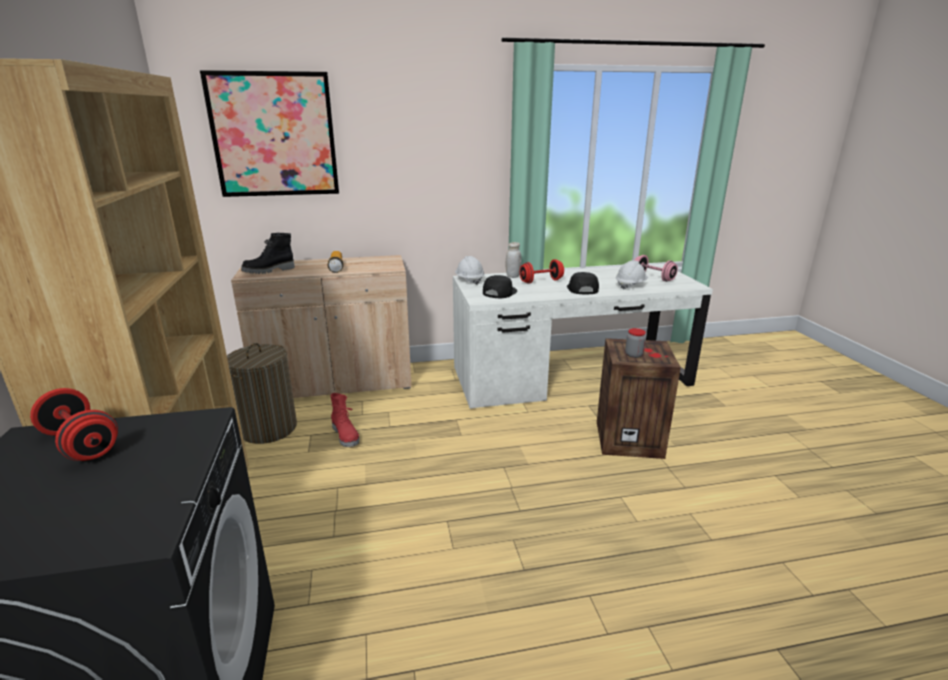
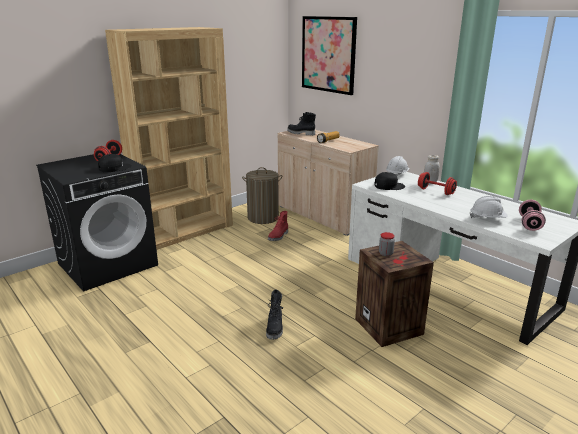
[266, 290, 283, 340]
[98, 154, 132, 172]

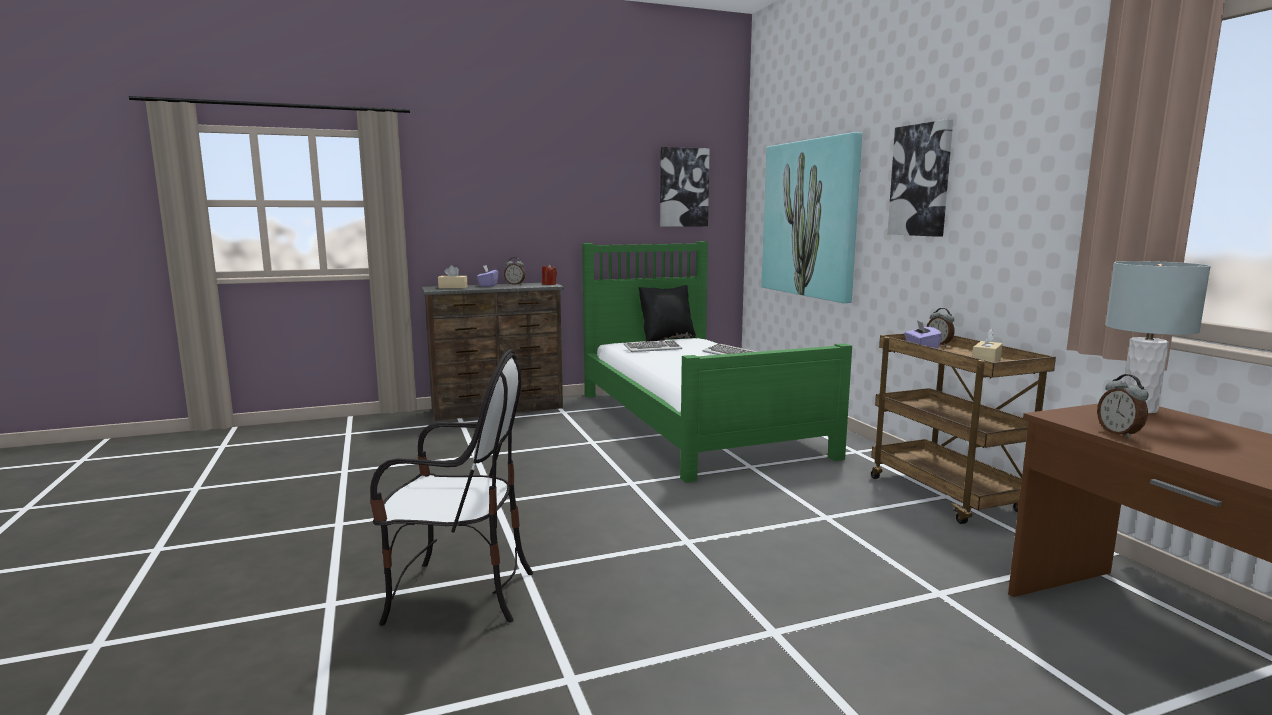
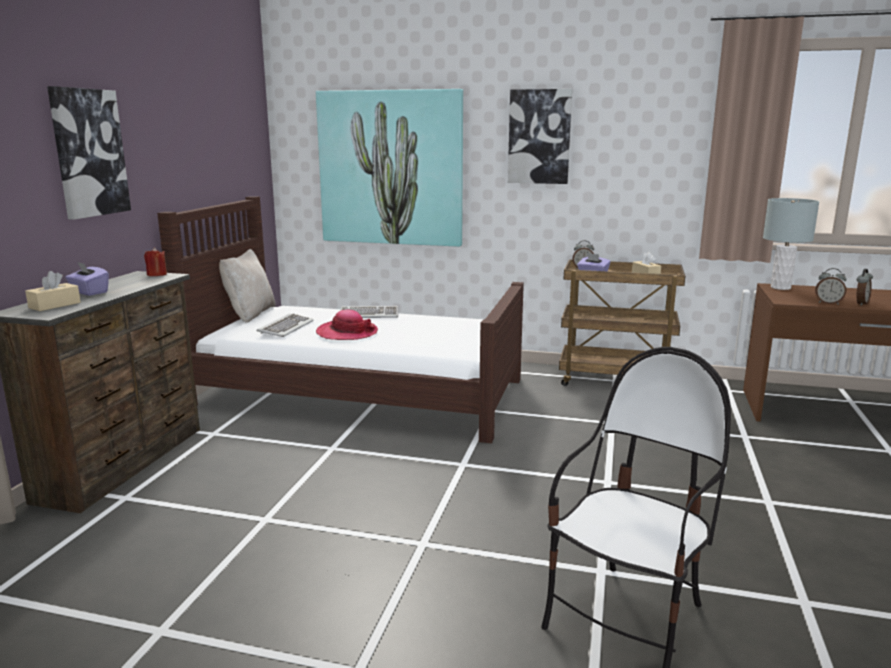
[316, 309, 378, 340]
[856, 269, 873, 306]
[47, 86, 131, 220]
[157, 196, 524, 444]
[219, 249, 276, 323]

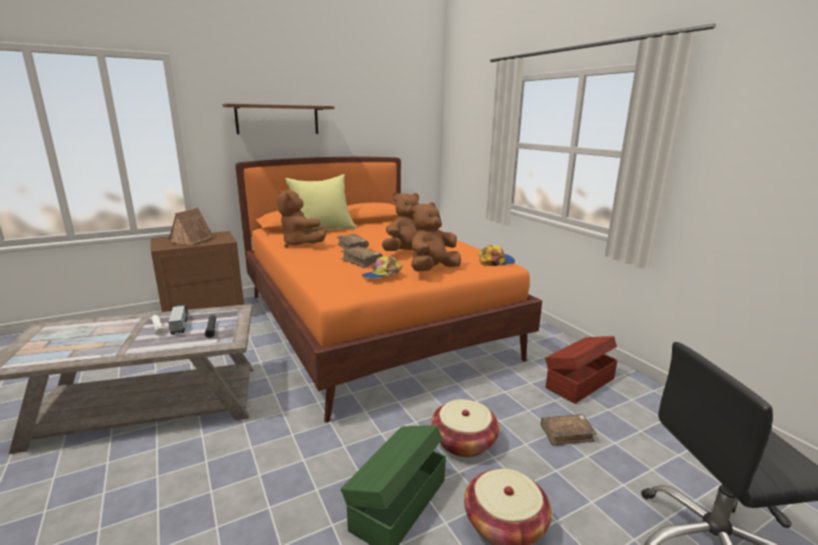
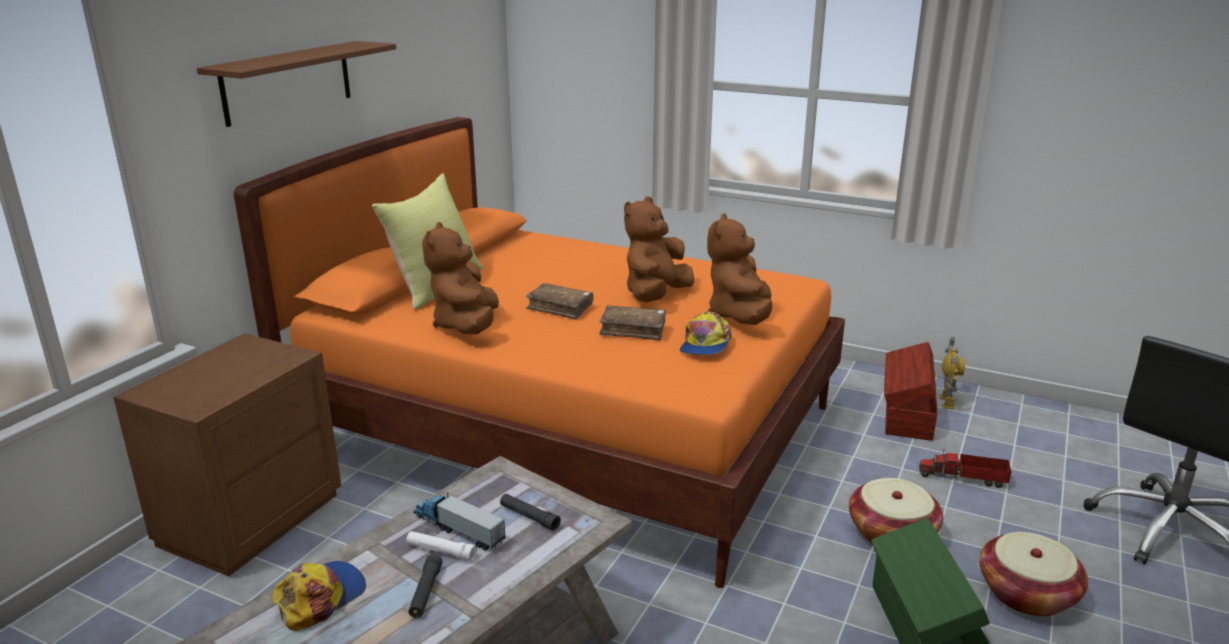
[169, 207, 215, 245] (first image)
[408, 554, 443, 618]
[939, 338, 965, 410]
[272, 561, 366, 631]
[919, 449, 1012, 488]
[422, 222, 499, 334]

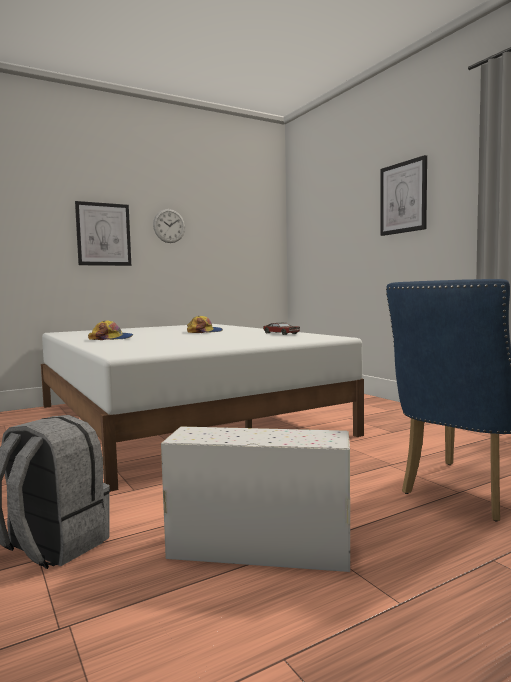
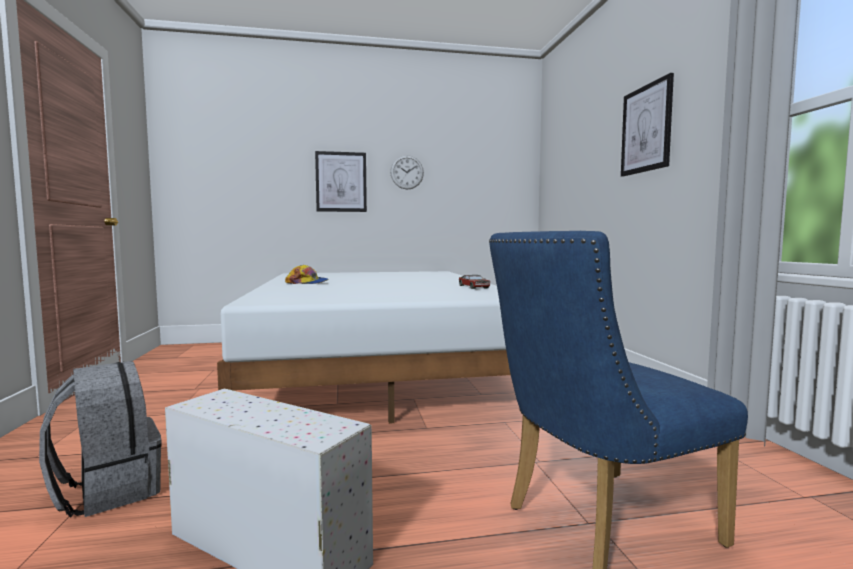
[187, 316, 223, 333] (first image)

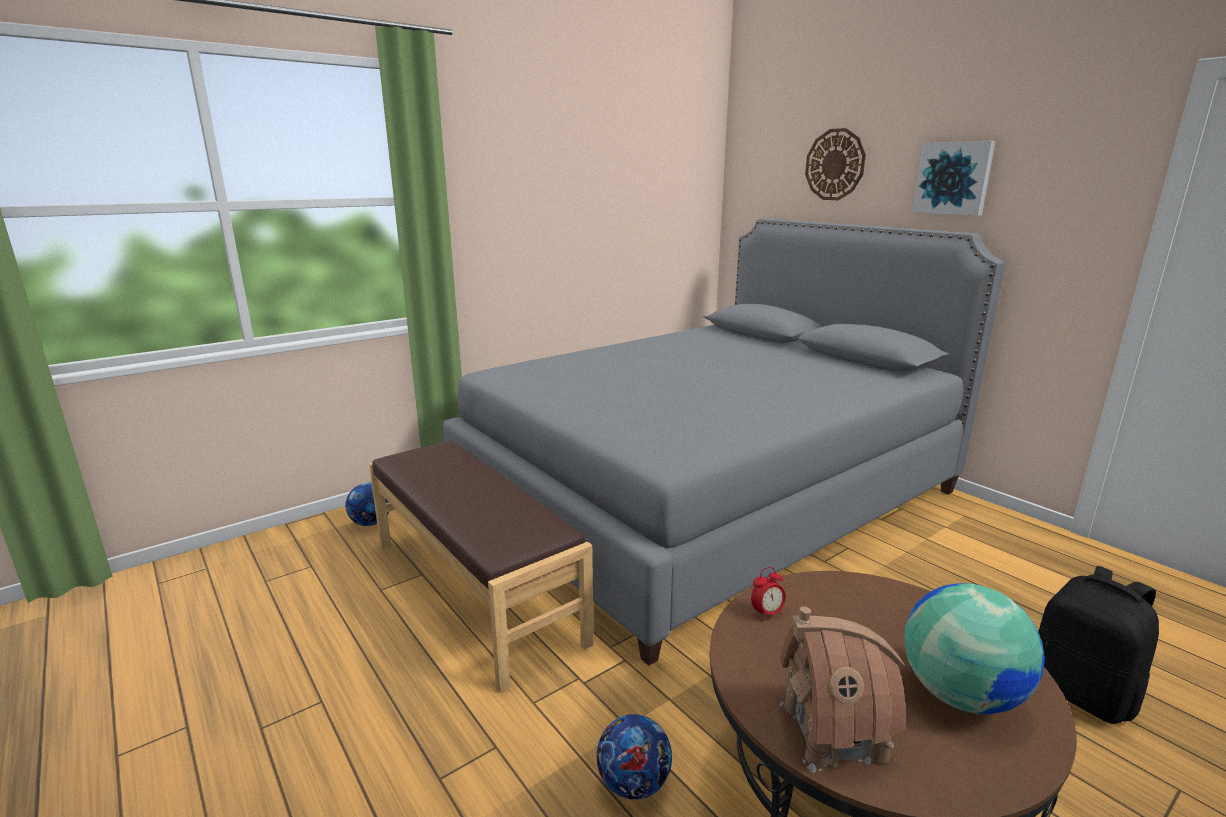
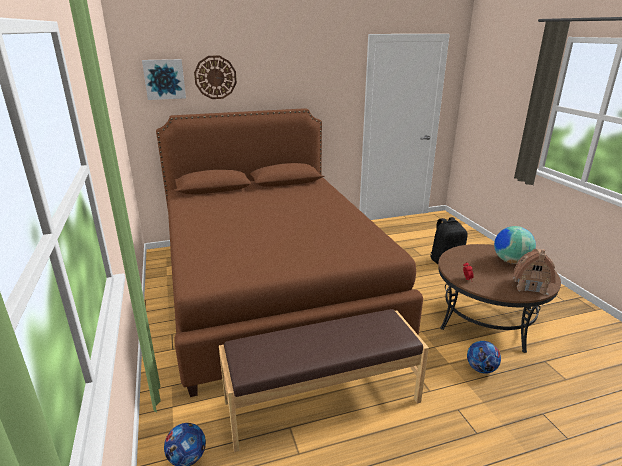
[142, 59, 186, 100]
[156, 108, 423, 397]

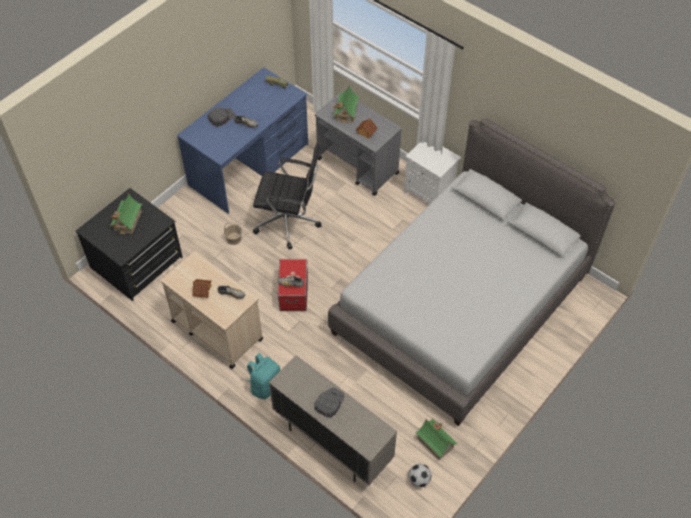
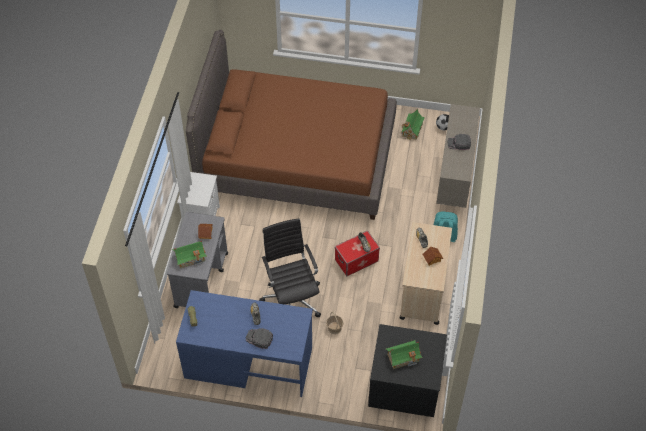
[186, 30, 397, 220]

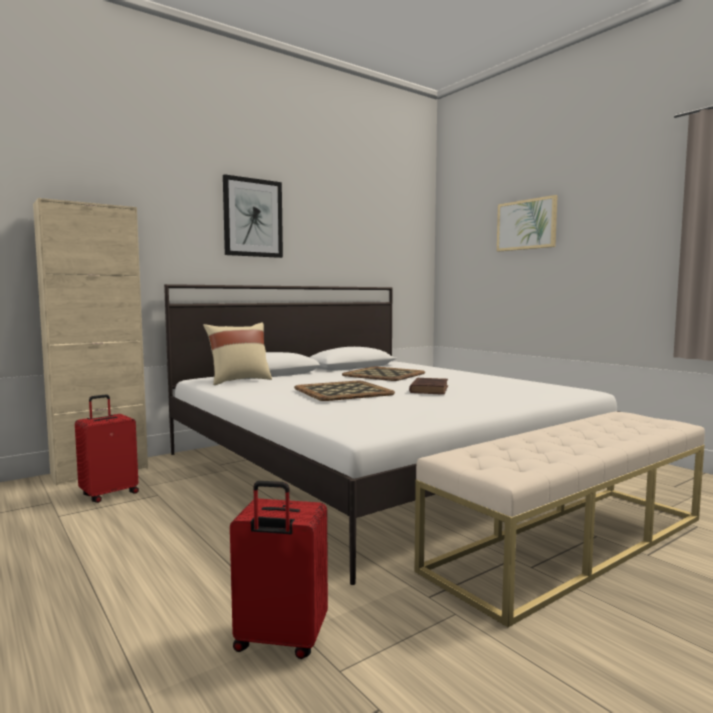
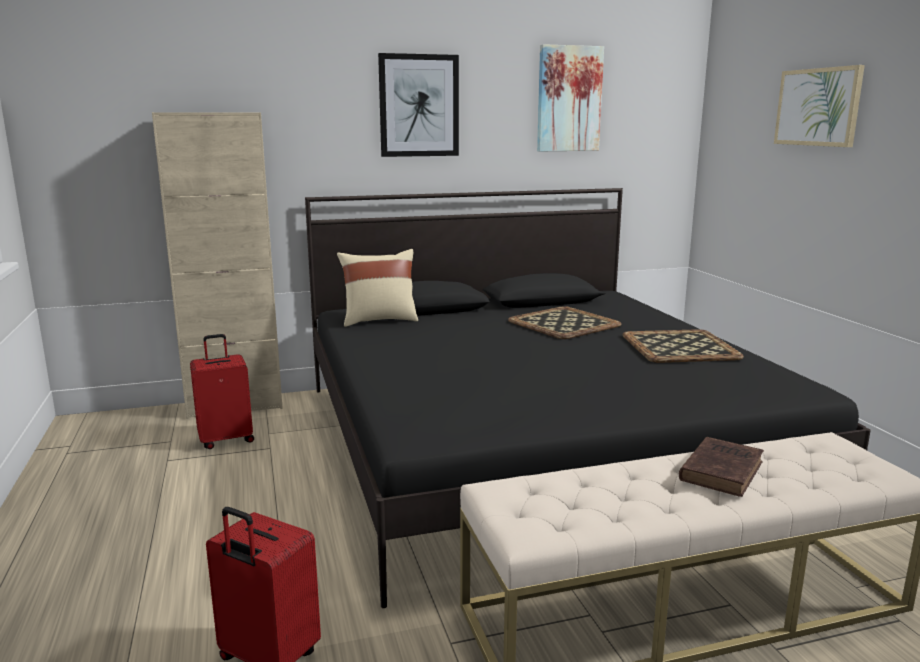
[537, 44, 604, 152]
[622, 329, 744, 363]
[679, 437, 764, 497]
[305, 188, 871, 608]

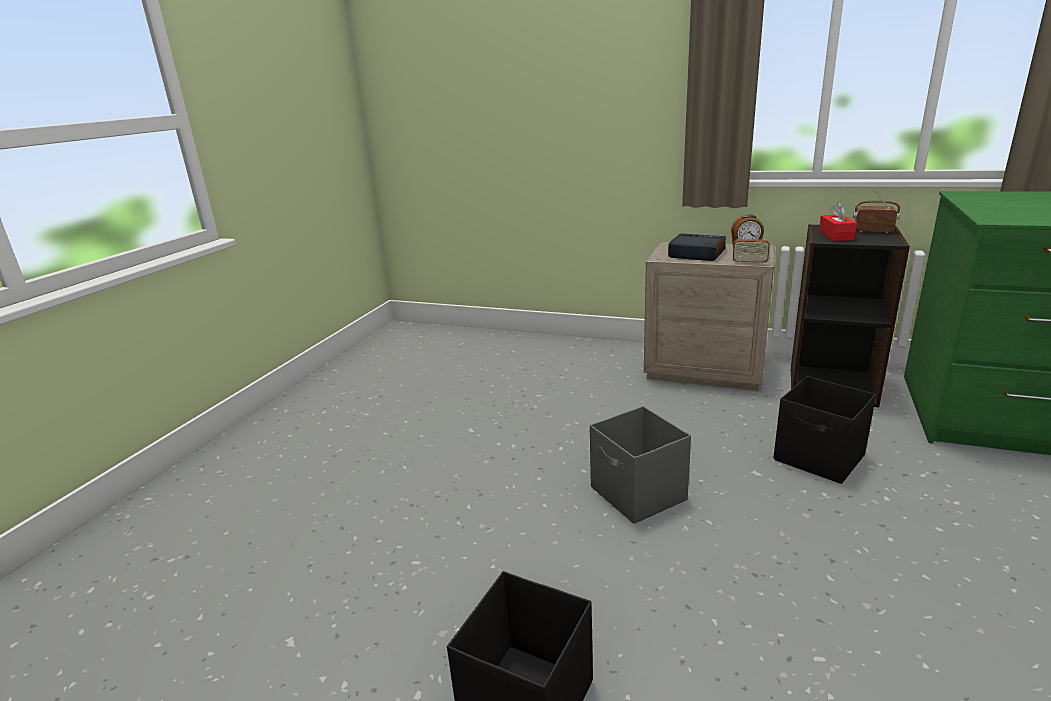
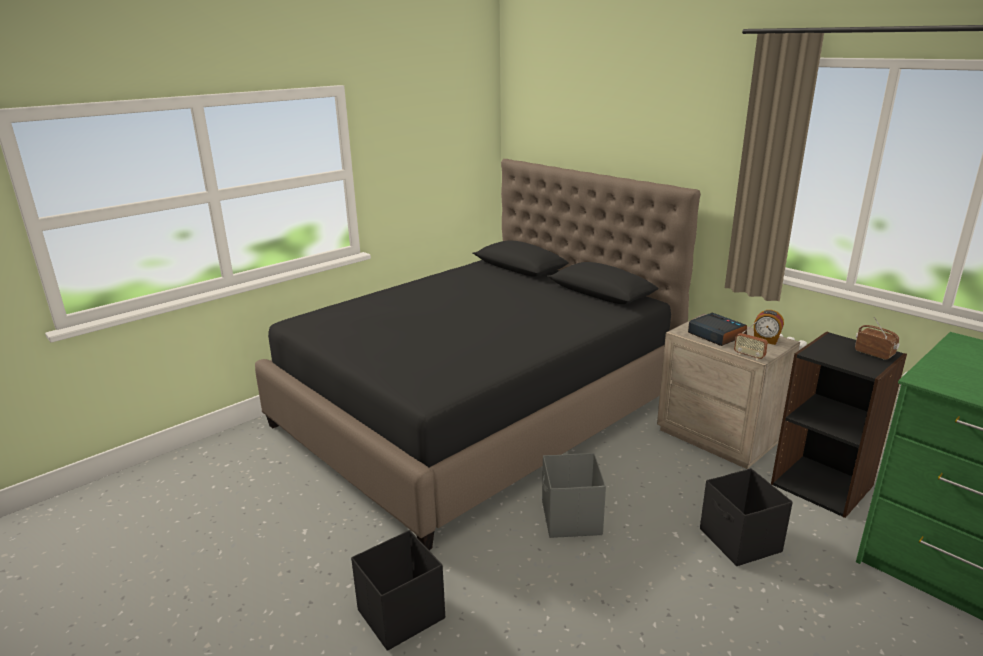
[819, 202, 857, 241] (first image)
[255, 159, 700, 550]

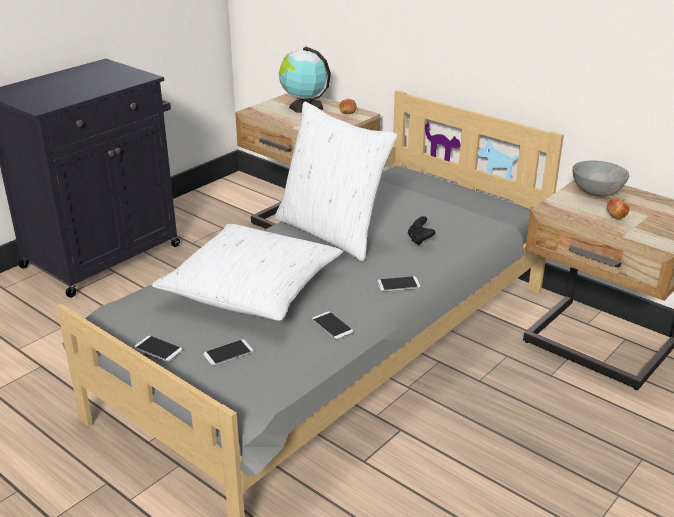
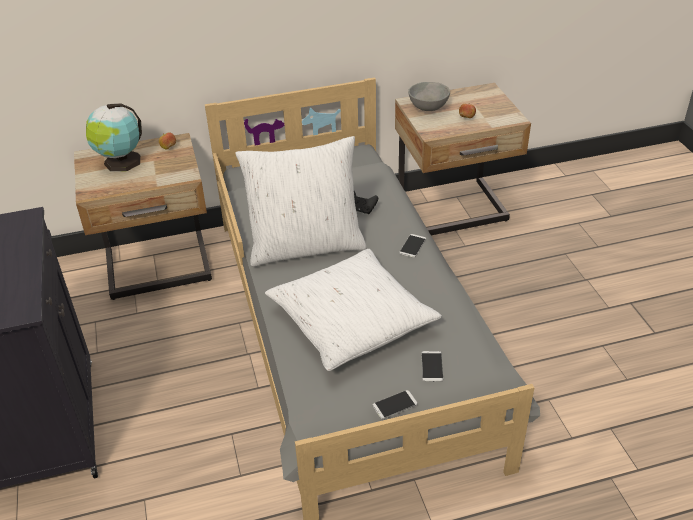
[312, 311, 353, 339] (first image)

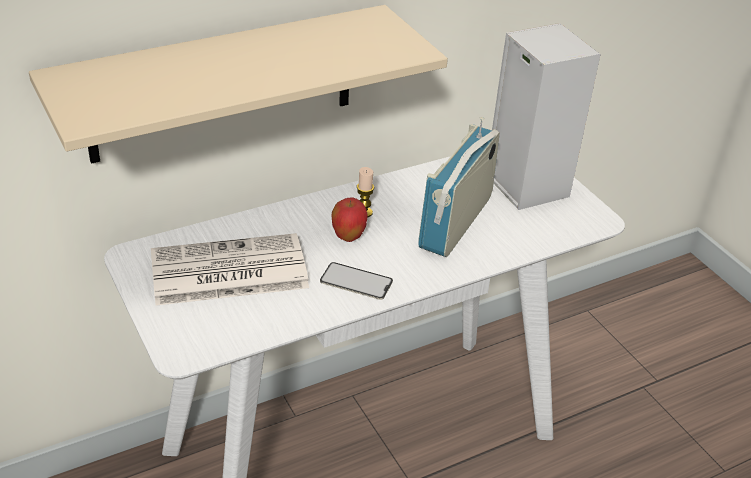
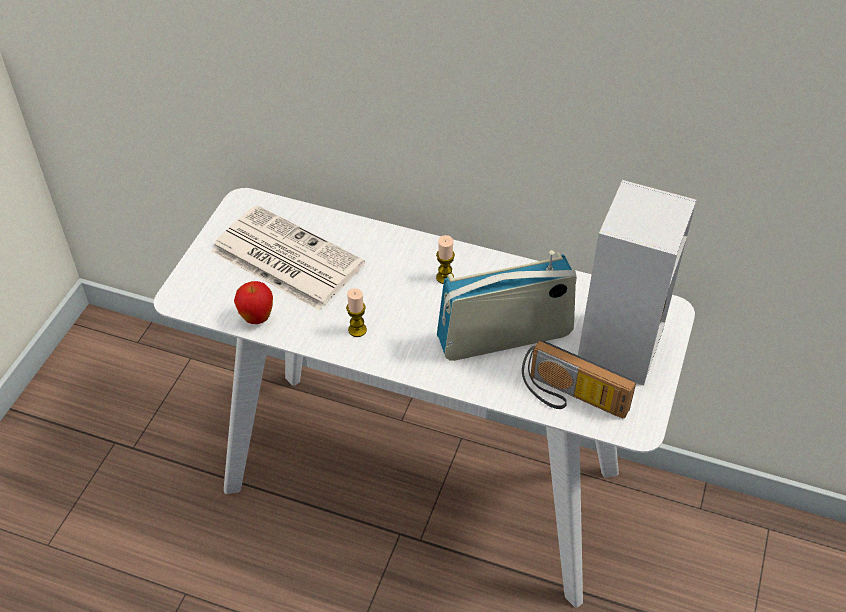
[29, 5, 448, 164] (first image)
[522, 340, 636, 419]
[234, 281, 273, 324]
[346, 288, 367, 337]

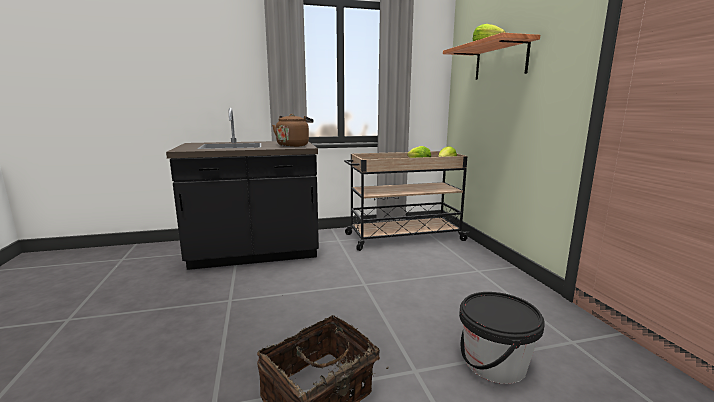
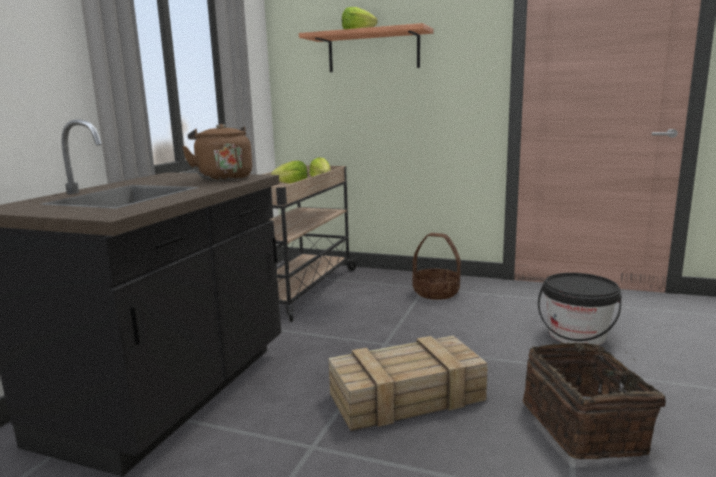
[328, 335, 488, 431]
[413, 233, 461, 300]

